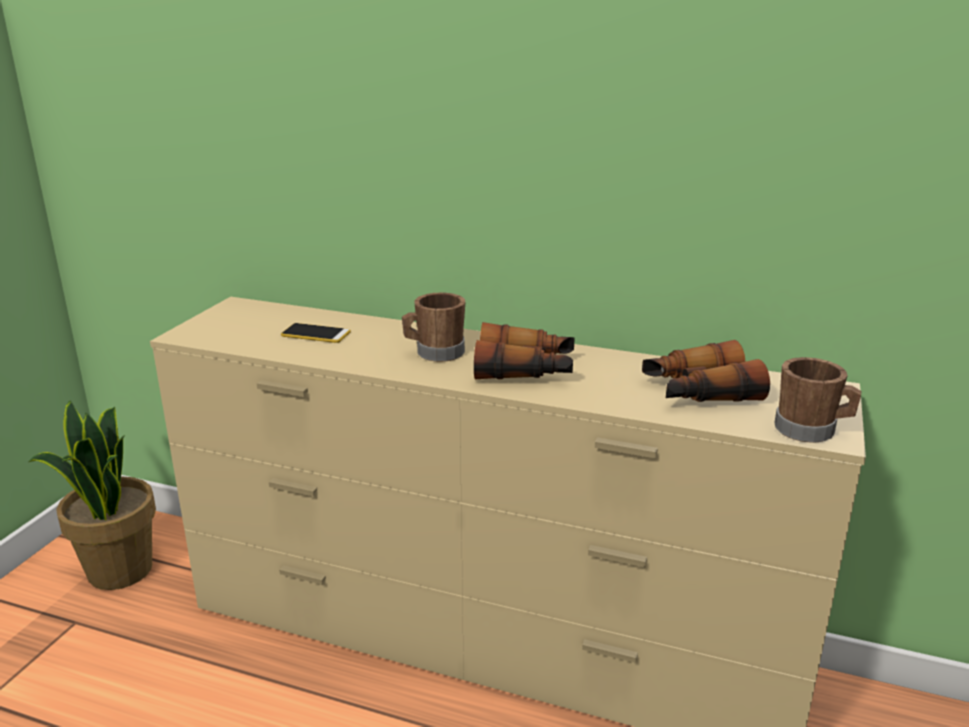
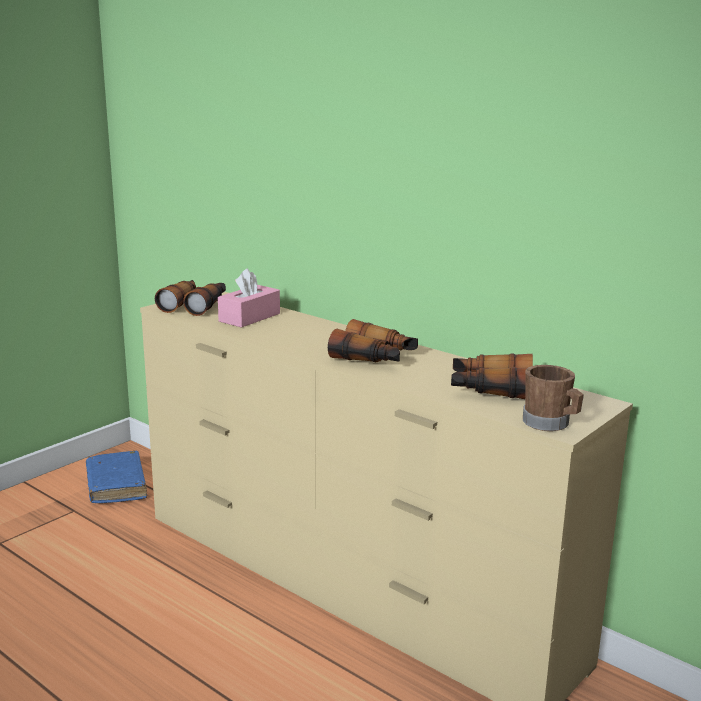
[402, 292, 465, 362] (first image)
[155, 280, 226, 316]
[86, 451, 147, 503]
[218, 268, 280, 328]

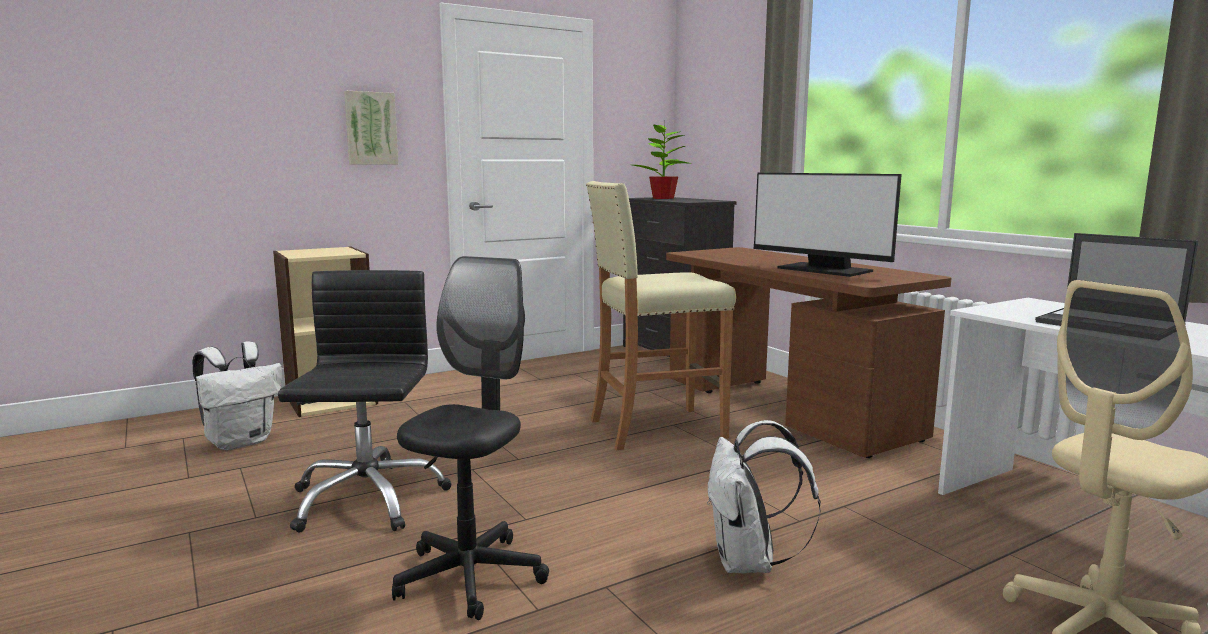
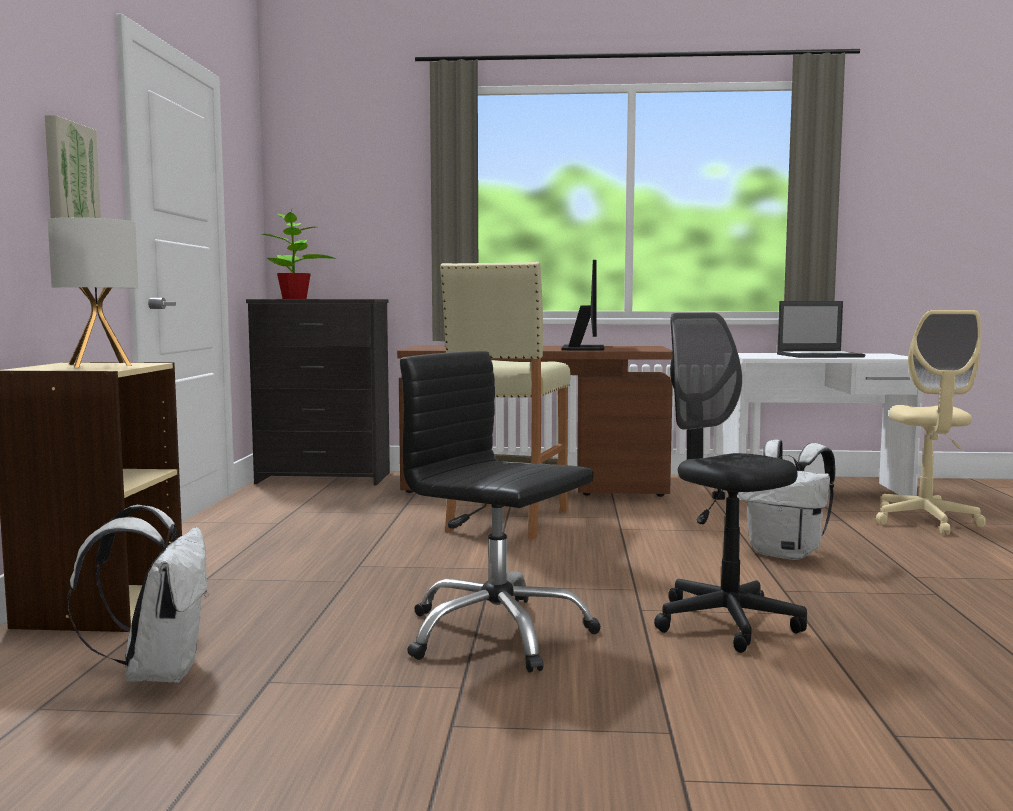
[48, 217, 138, 368]
[561, 260, 604, 351]

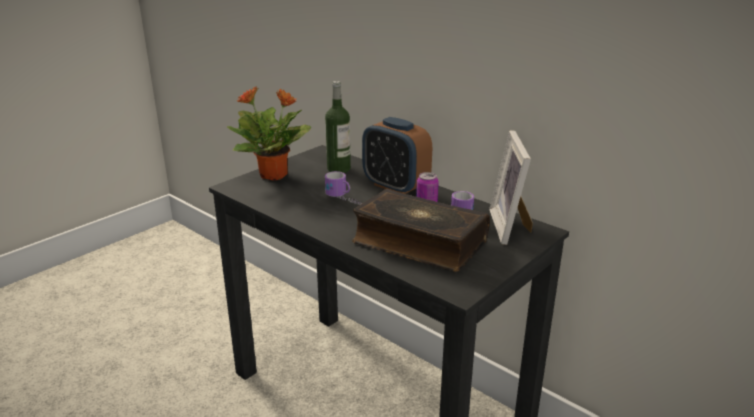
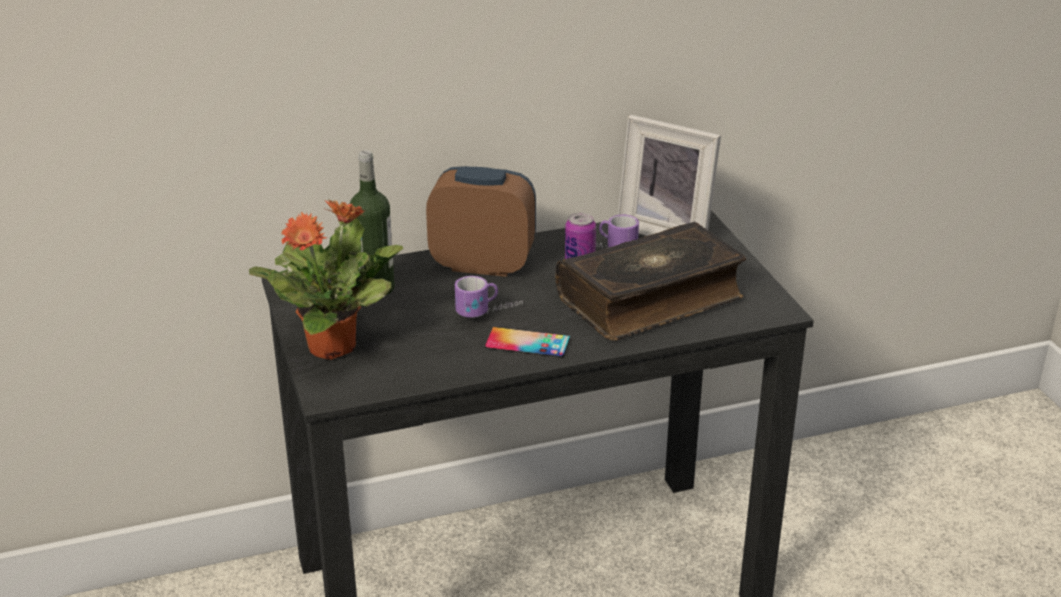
[485, 327, 570, 357]
[426, 166, 536, 277]

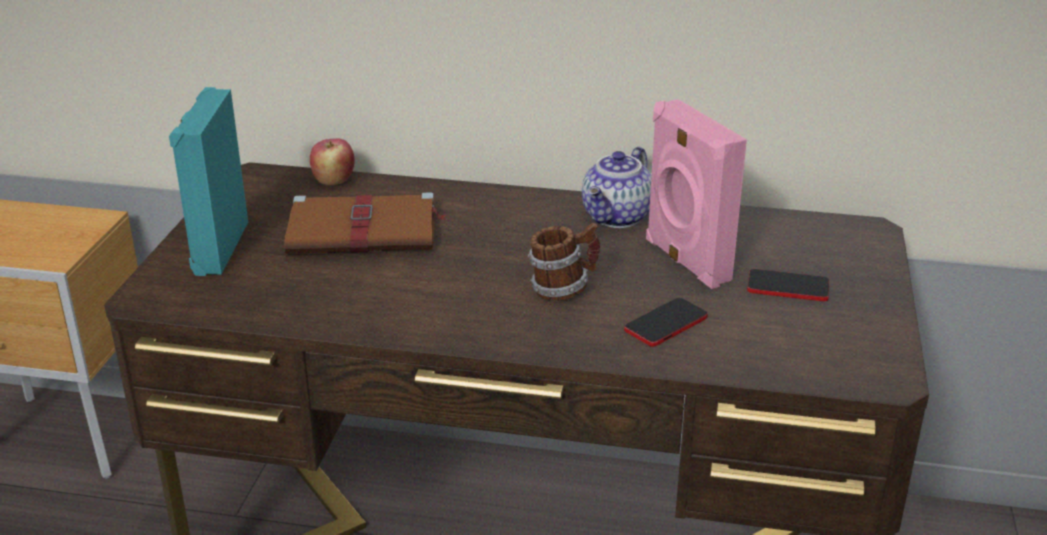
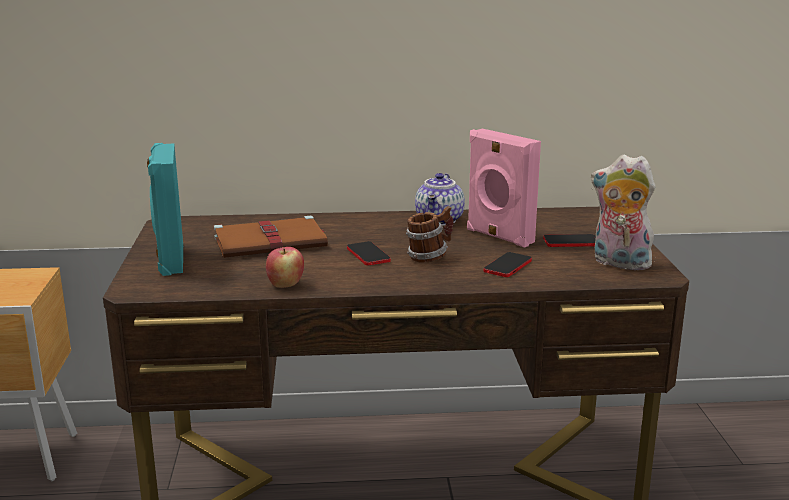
[347, 241, 391, 266]
[591, 155, 658, 270]
[266, 247, 304, 288]

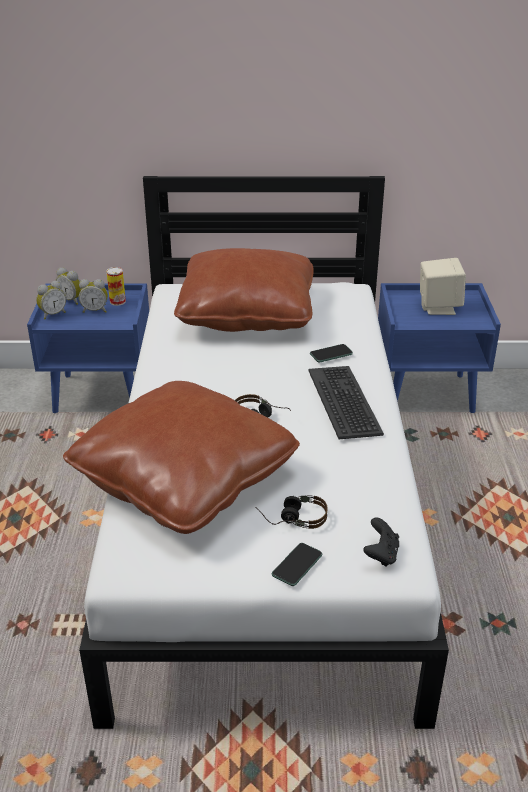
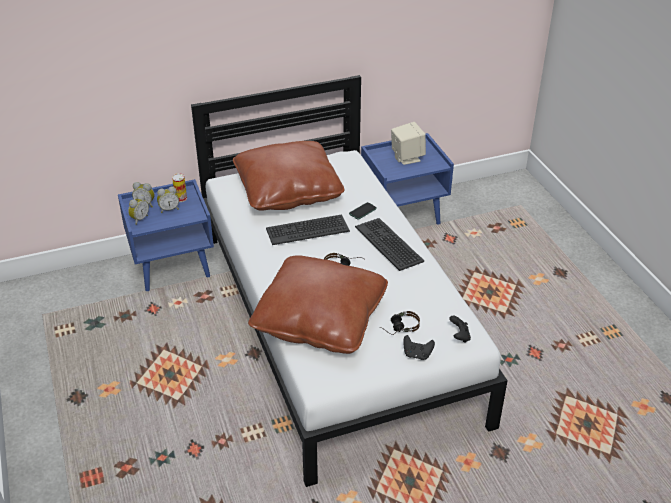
[266, 214, 350, 245]
[403, 335, 435, 360]

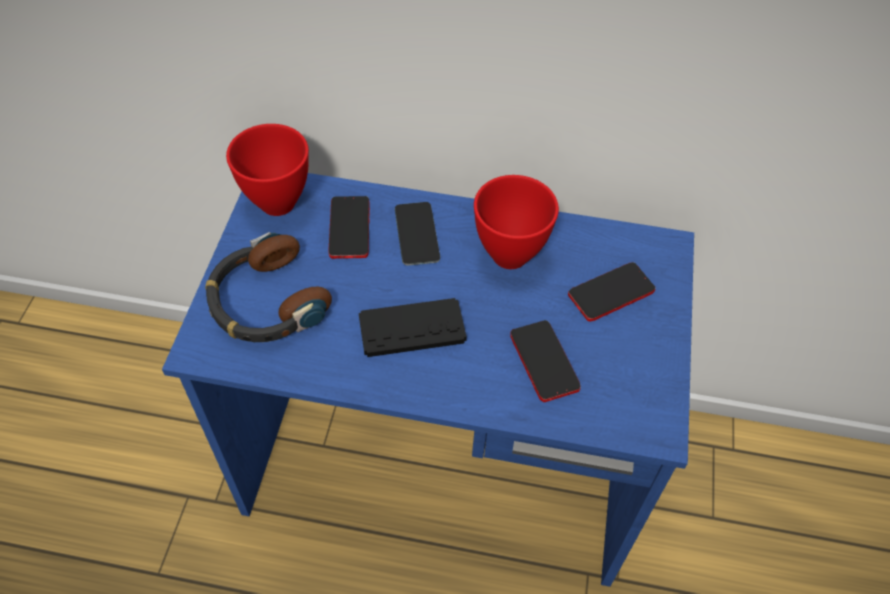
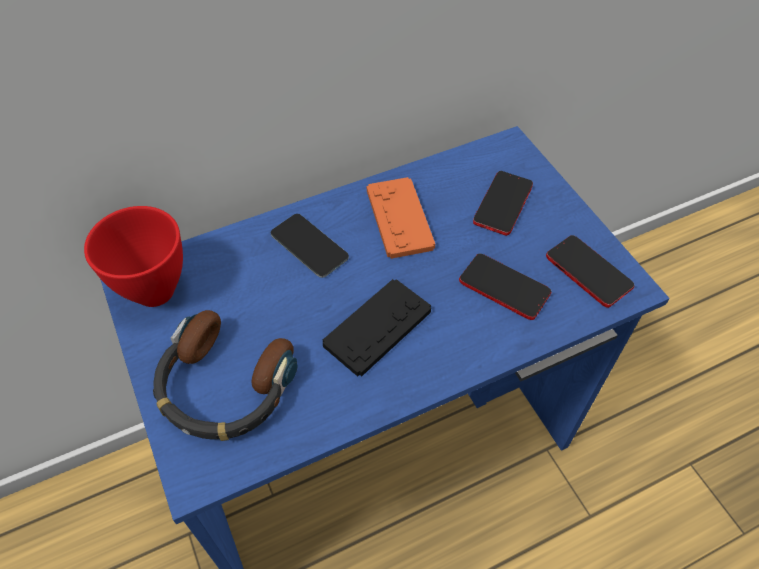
[546, 235, 635, 308]
[367, 177, 435, 259]

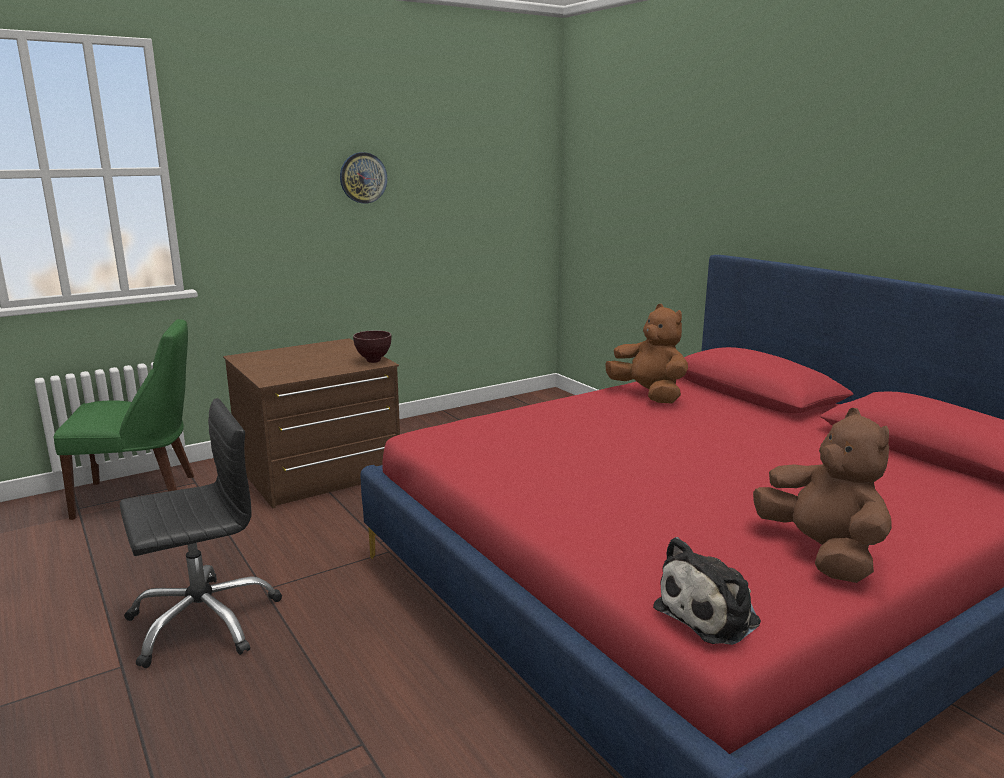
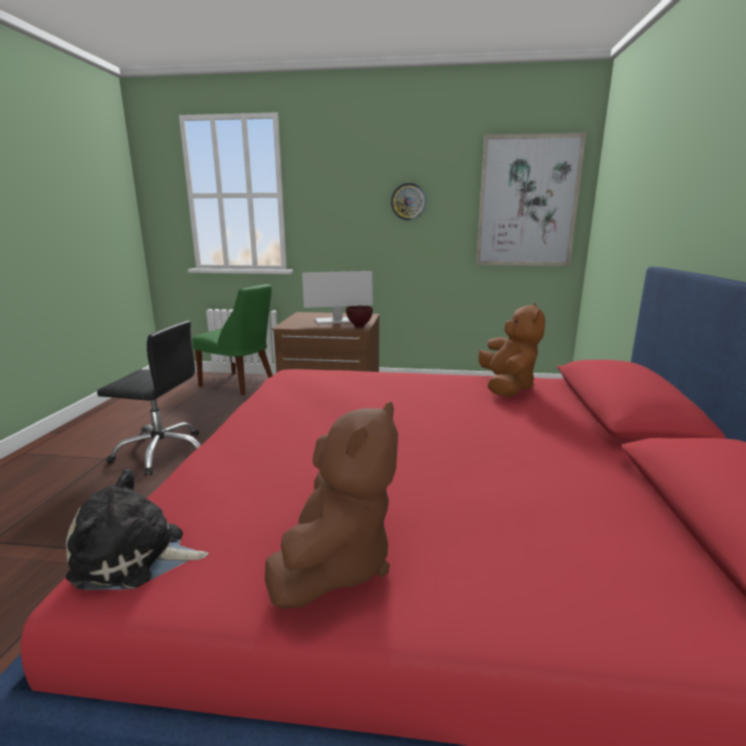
[302, 271, 373, 324]
[476, 133, 586, 266]

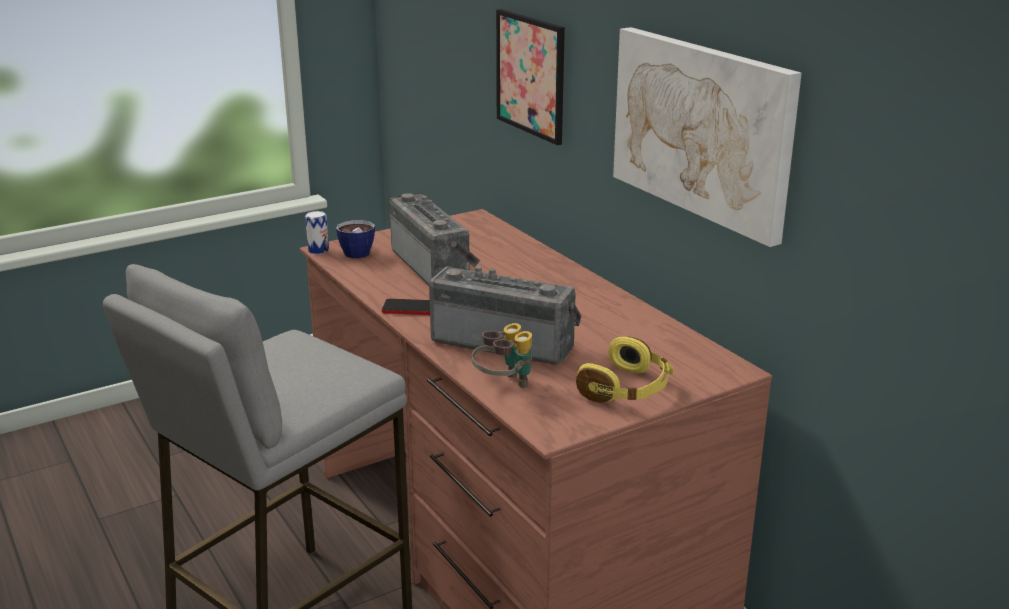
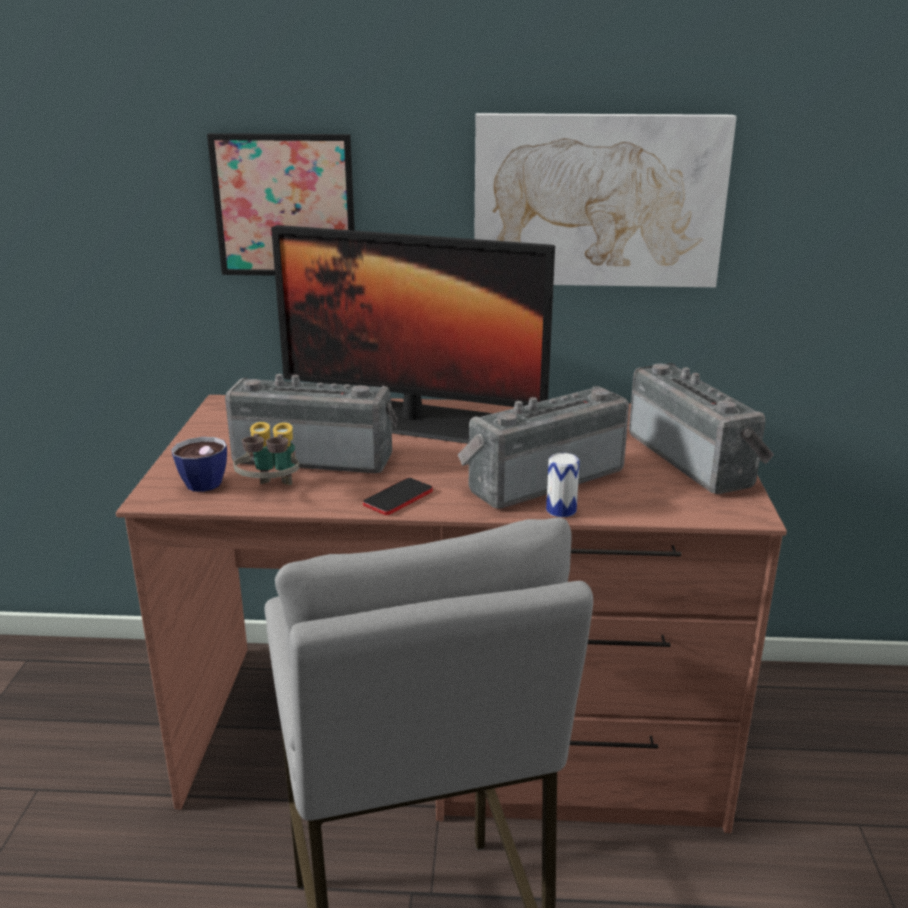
[271, 225, 555, 444]
[546, 453, 580, 517]
[233, 422, 299, 485]
[629, 363, 774, 494]

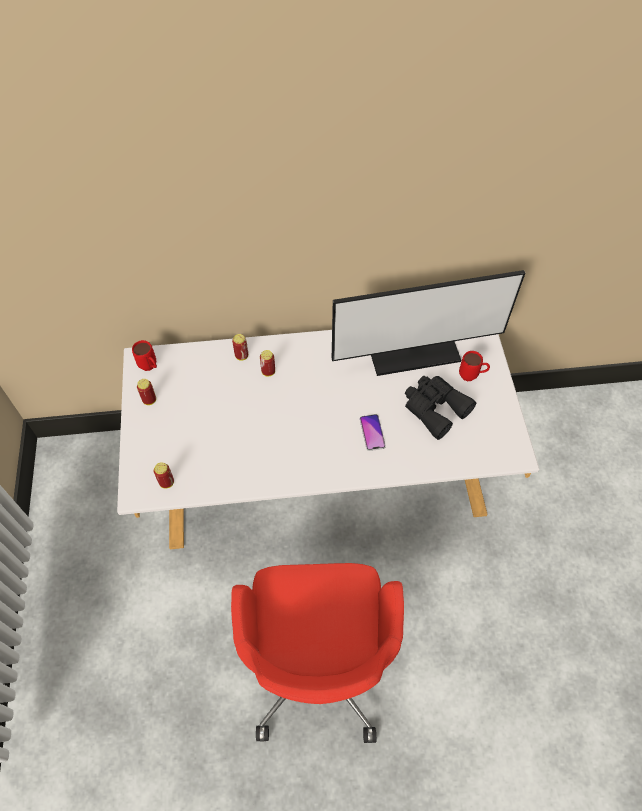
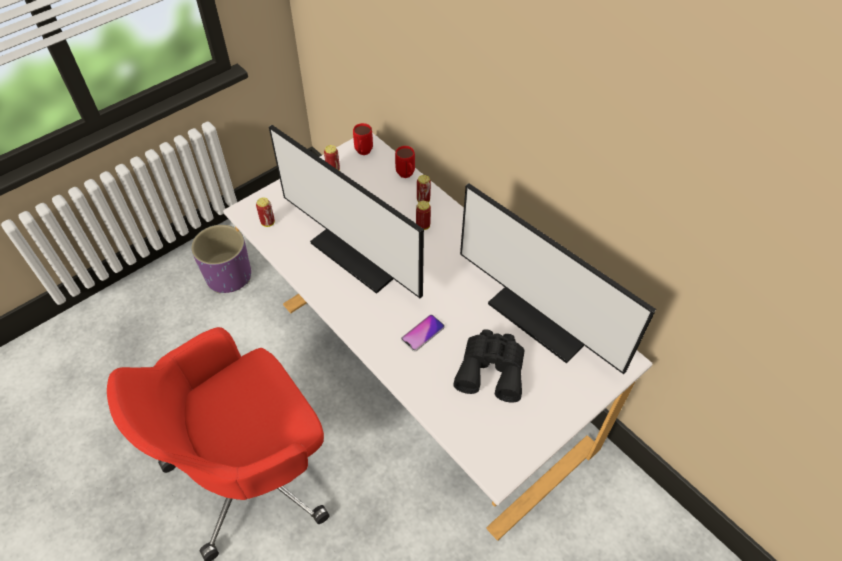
[191, 225, 251, 293]
[269, 125, 424, 298]
[395, 146, 415, 178]

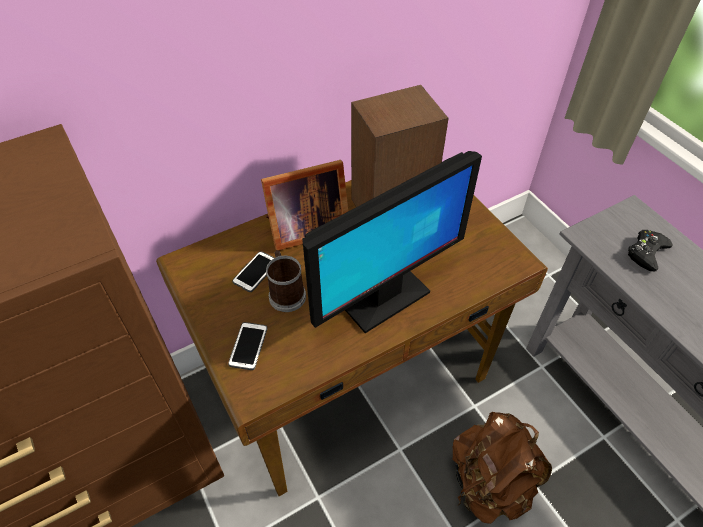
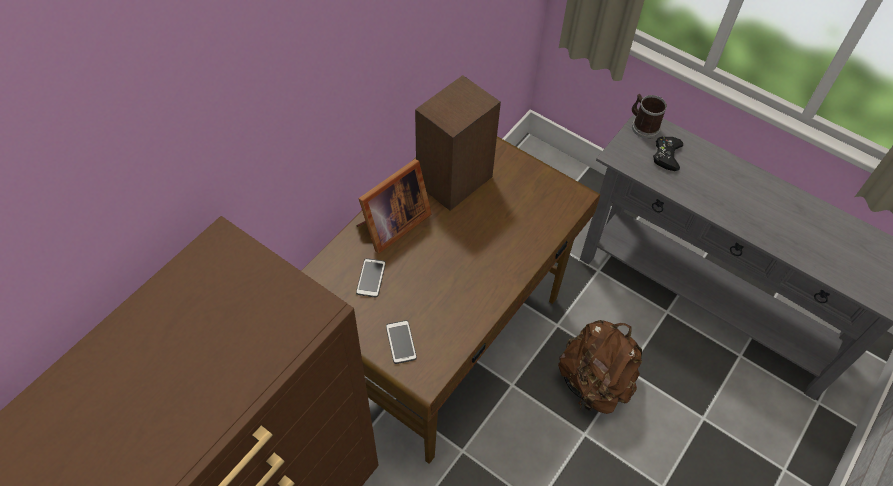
[302, 151, 482, 333] (first image)
[632, 94, 667, 139]

